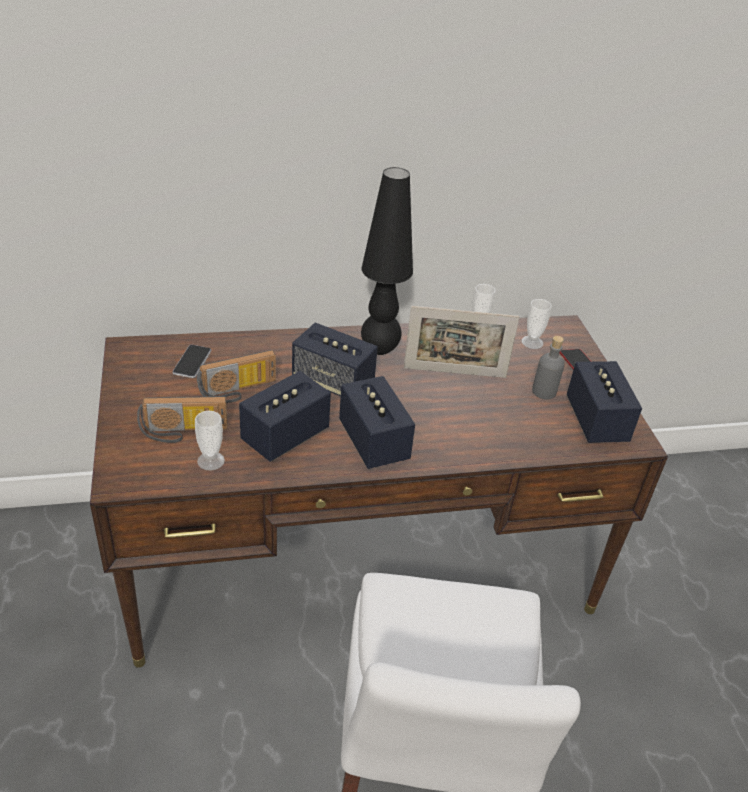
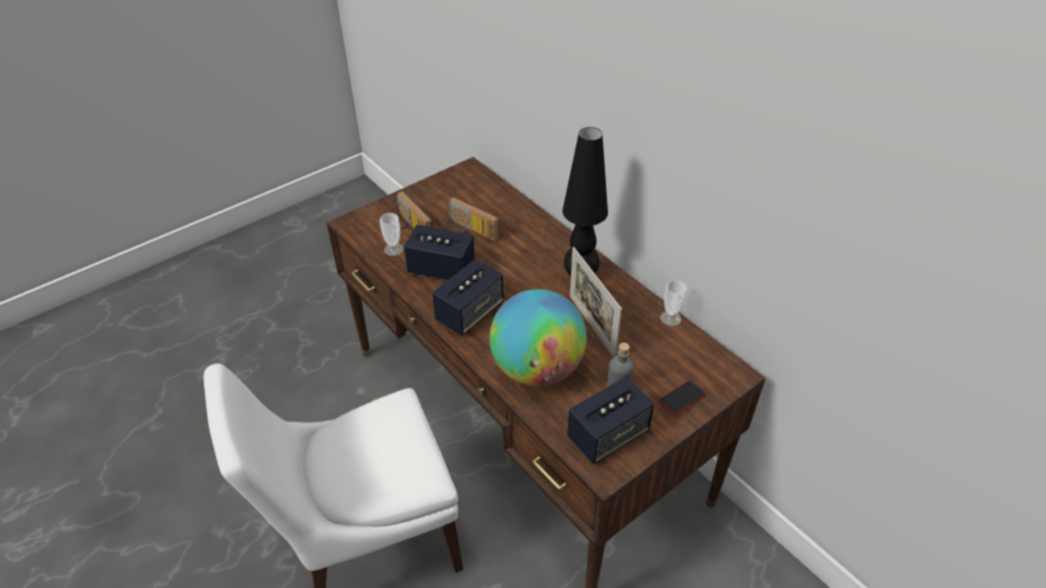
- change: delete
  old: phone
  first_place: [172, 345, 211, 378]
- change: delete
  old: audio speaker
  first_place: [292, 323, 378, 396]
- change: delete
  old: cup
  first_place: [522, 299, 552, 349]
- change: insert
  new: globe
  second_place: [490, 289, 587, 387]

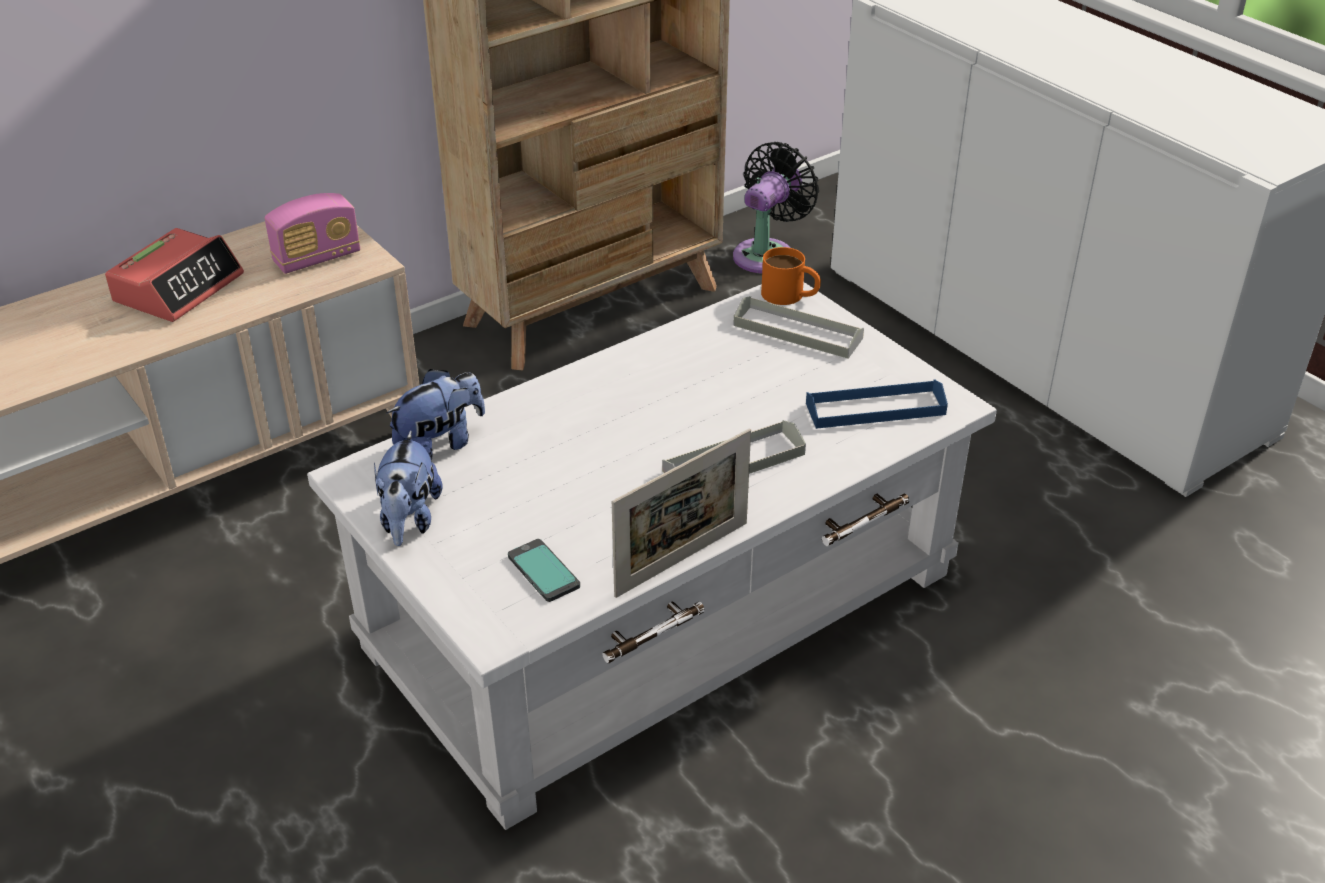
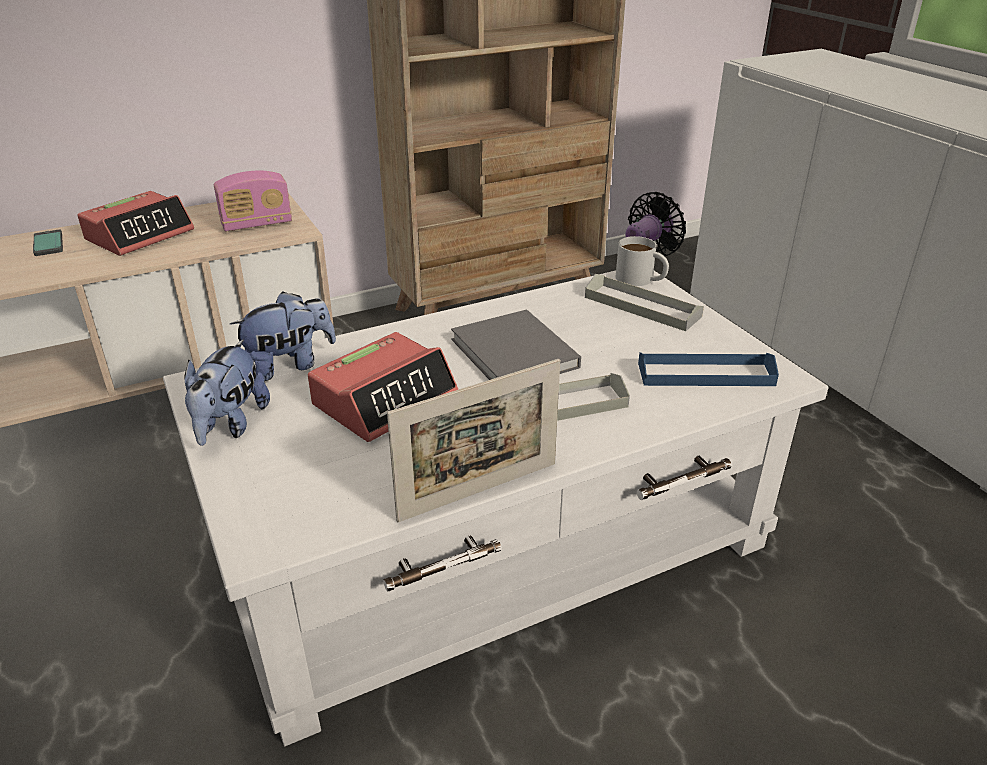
- change: insert
  new: bedside clock
  second_place: [308, 332, 458, 442]
- change: insert
  new: gray bound book
  second_place: [451, 309, 581, 380]
- change: move
  old: phone
  first_place: [508, 539, 580, 602]
  second_place: [33, 230, 63, 256]
- change: recolor
  old: orange coffee mug
  new: white coffee mug
  first_place: [761, 247, 821, 305]
  second_place: [616, 236, 669, 286]

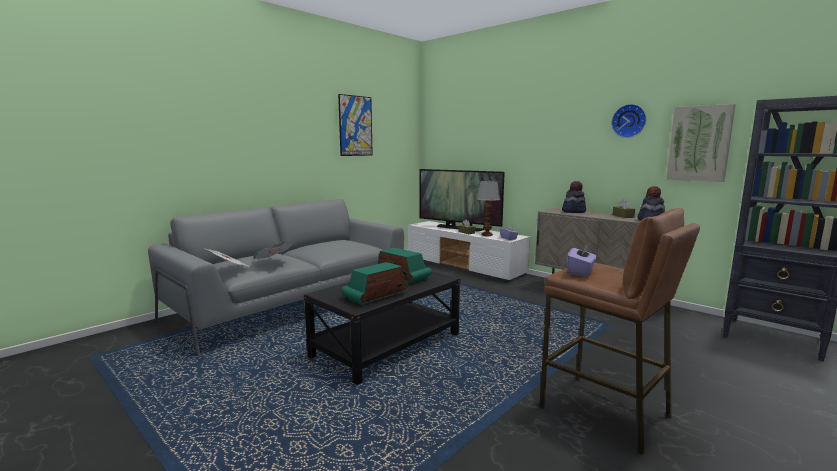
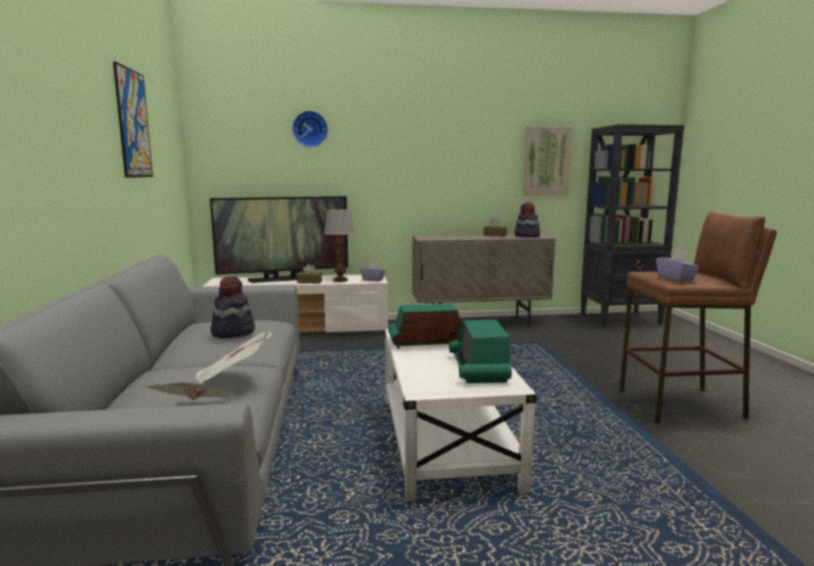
- change: move
  old: clothing hat
  first_place: [562, 181, 586, 213]
  second_place: [211, 276, 255, 338]
- change: move
  old: hanging clock
  first_place: [611, 104, 646, 138]
  second_place: [292, 111, 328, 147]
- change: recolor
  old: black-coloured low table
  new: white low table
  first_place: [304, 271, 460, 385]
  second_place: [384, 329, 537, 501]

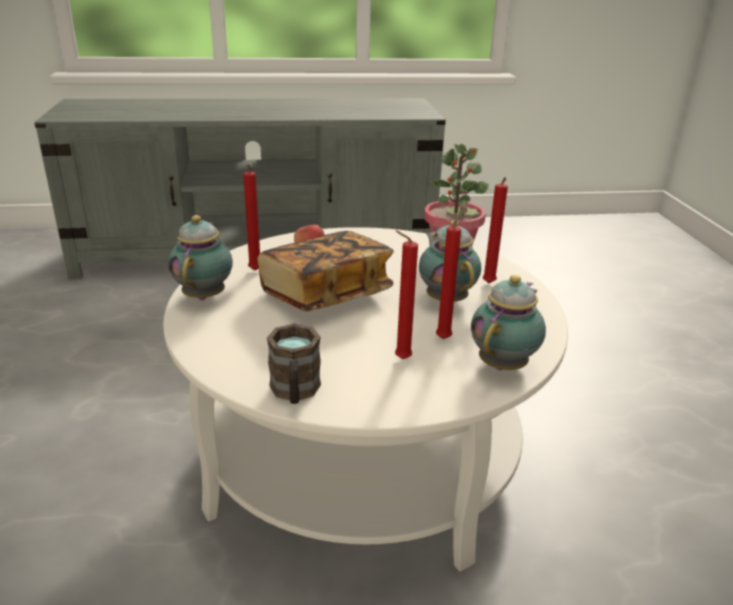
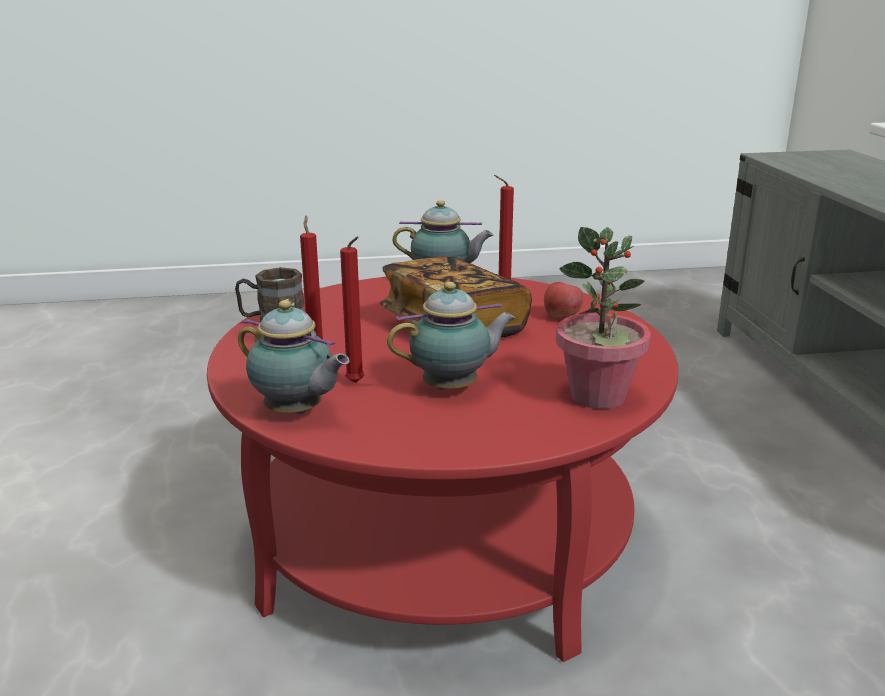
- change: delete
  old: red-coloured candle
  first_place: [482, 177, 508, 283]
- change: recolor
  old: white low table
  new: red-coloured low table
  first_place: [163, 227, 568, 572]
  second_place: [207, 277, 678, 662]

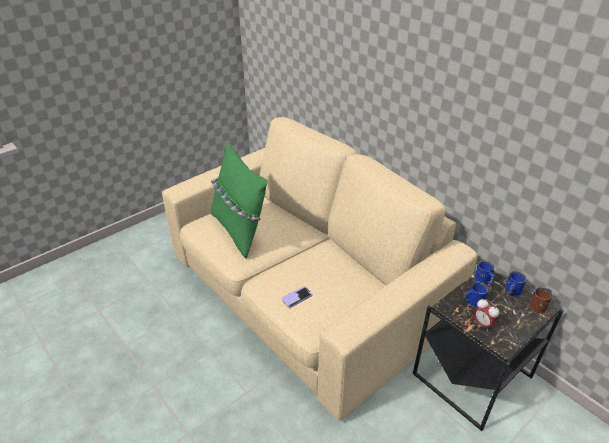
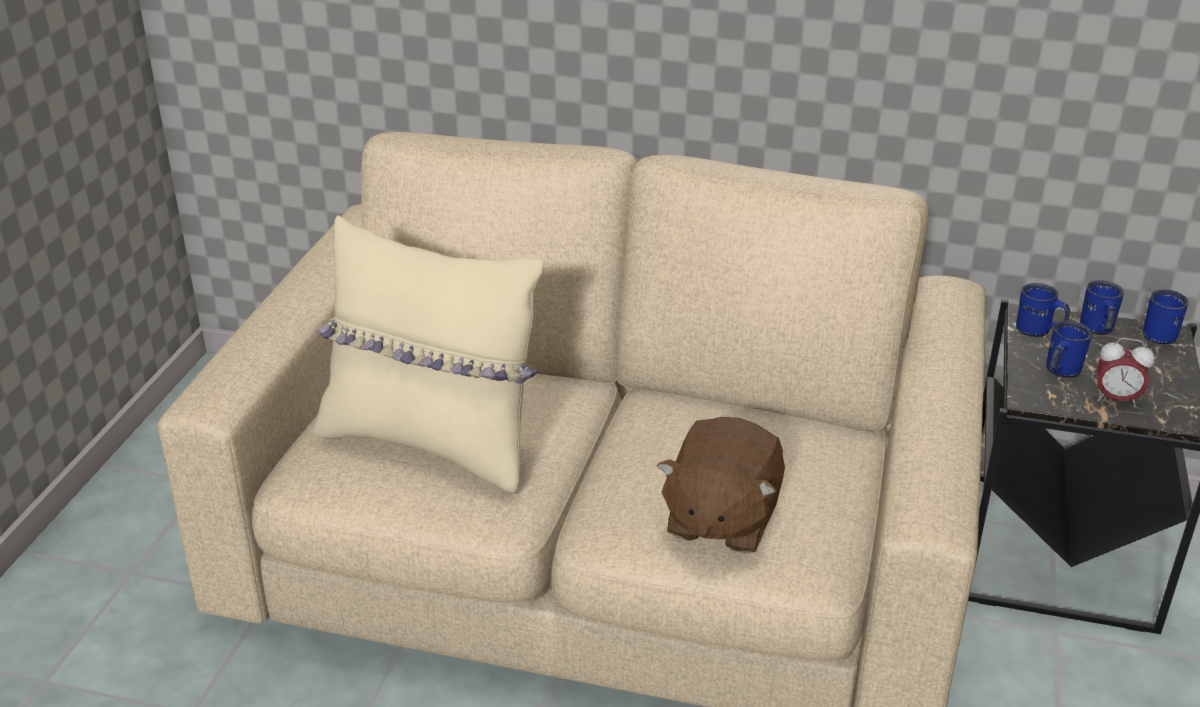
- change: replace
  old: phone
  new: brown-coloured soft toy
  first_place: [282, 286, 312, 308]
  second_place: [657, 417, 785, 554]
- change: recolor
  old: green throw pillow
  new: sand-coloured throw pillow
  first_place: [211, 143, 268, 258]
  second_place: [313, 215, 543, 494]
- change: recolor
  old: brown-coloured coffee mug
  new: blue coffee mug
  first_place: [530, 287, 552, 313]
  second_place: [1143, 290, 1189, 345]

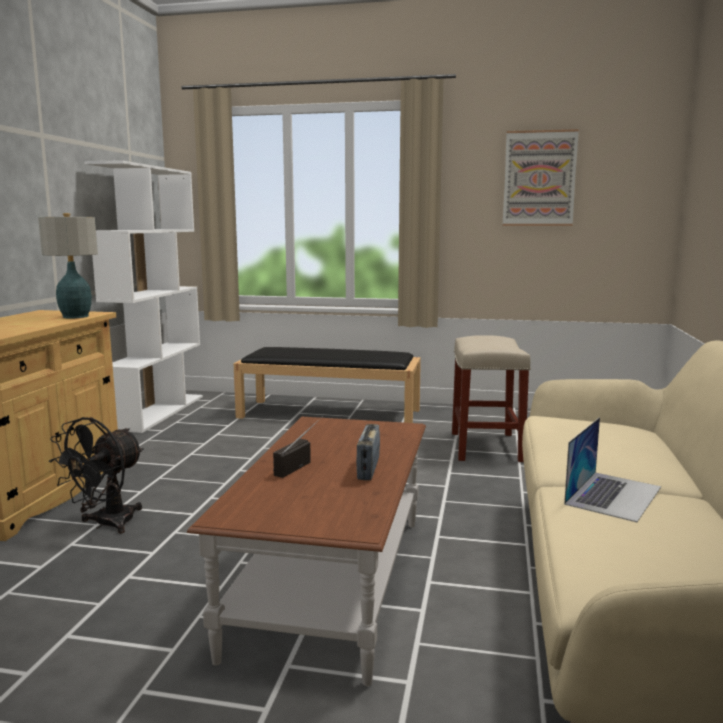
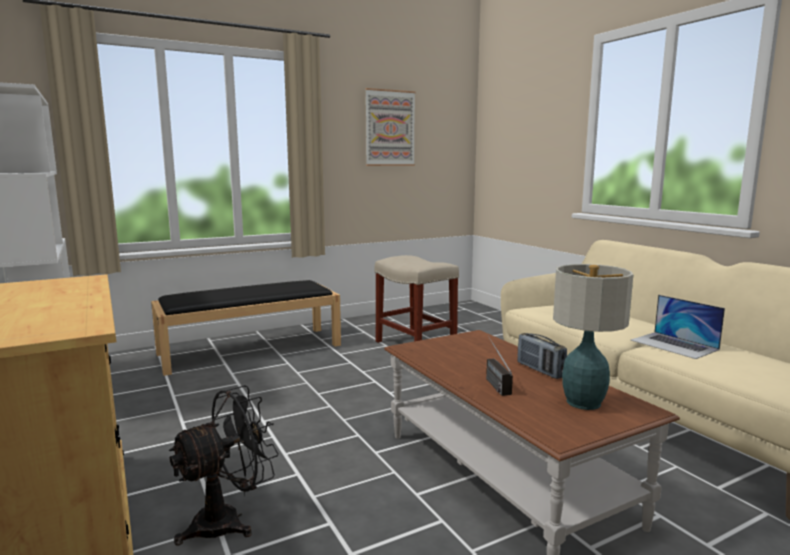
- change: move
  old: table lamp
  first_place: [38, 213, 98, 319]
  second_place: [553, 264, 633, 410]
- change: rotate
  old: black-coloured electric fan
  first_place: [49, 417, 144, 534]
  second_place: [169, 385, 279, 546]
  degrees: -120
- change: rotate
  old: laptop
  first_place: [564, 417, 661, 522]
  second_place: [631, 295, 725, 359]
  degrees: 150

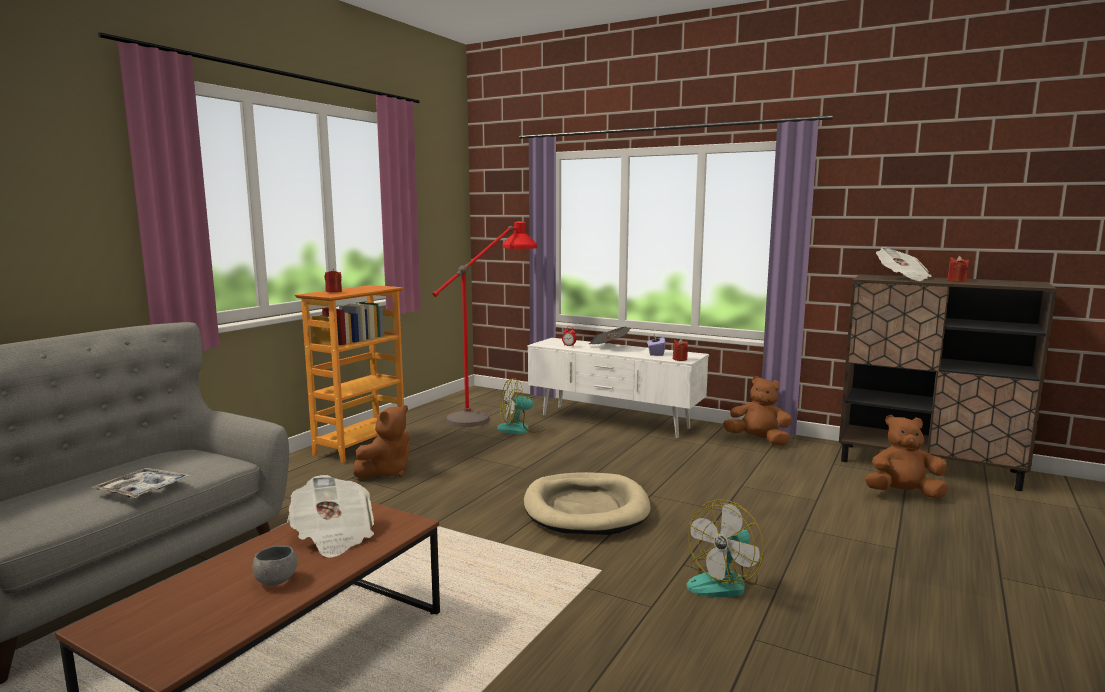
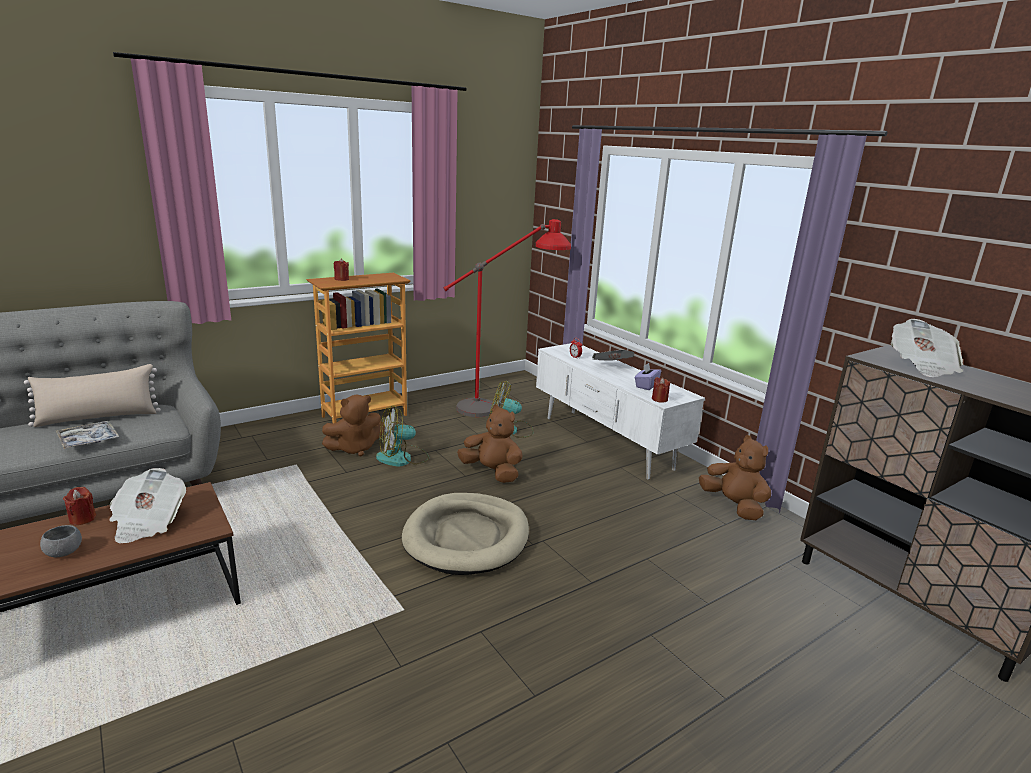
- change: insert
  new: sand-coloured throw pillow
  second_place: [24, 364, 161, 427]
- change: move
  old: electric fan
  first_place: [687, 499, 764, 597]
  second_place: [376, 405, 429, 467]
- change: move
  old: brown-coloured soft toy
  first_place: [865, 415, 948, 499]
  second_place: [457, 404, 522, 483]
- change: move
  old: red-coloured candle
  first_place: [947, 256, 969, 282]
  second_place: [63, 487, 96, 525]

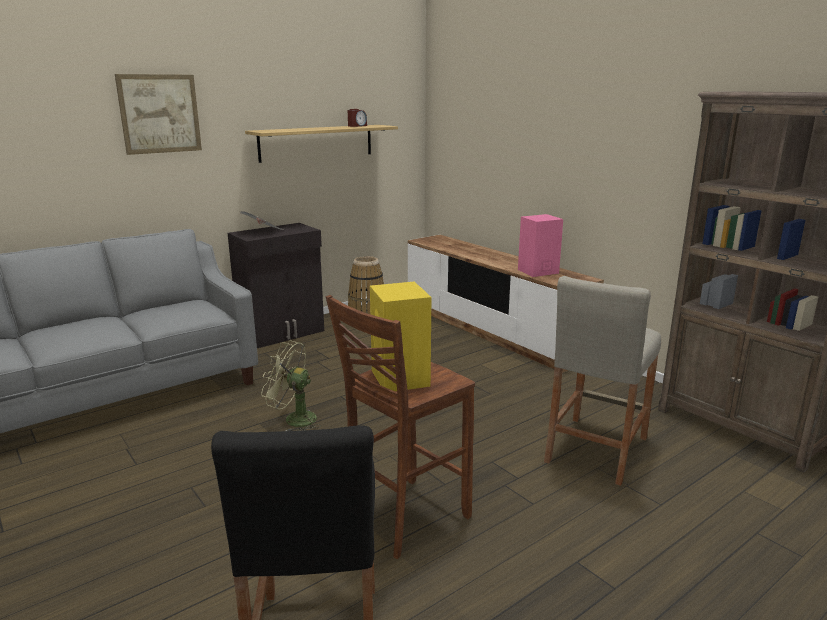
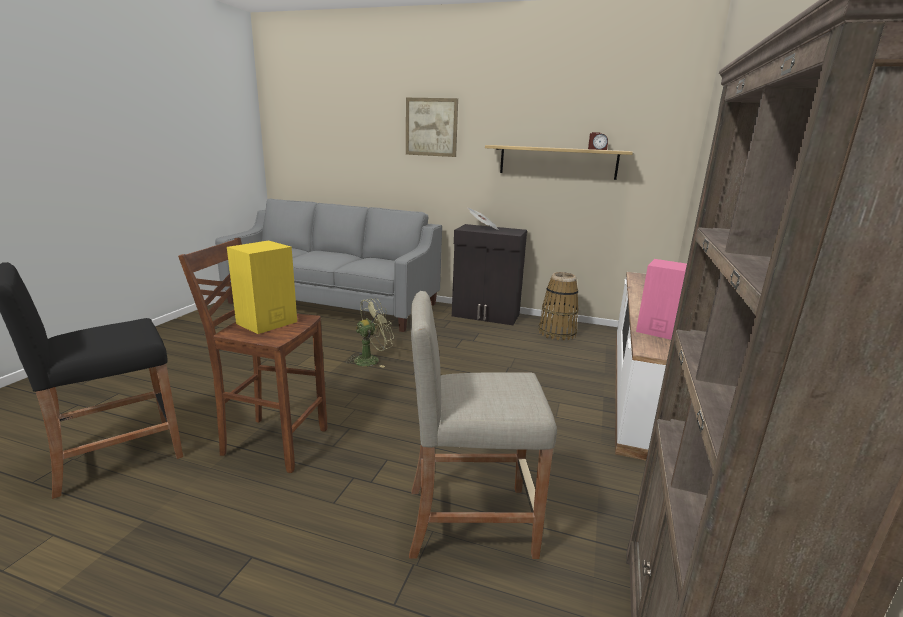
- change: rotate
  old: green electric fan
  first_place: [261, 340, 321, 431]
  second_place: [346, 298, 394, 368]
  degrees: 75

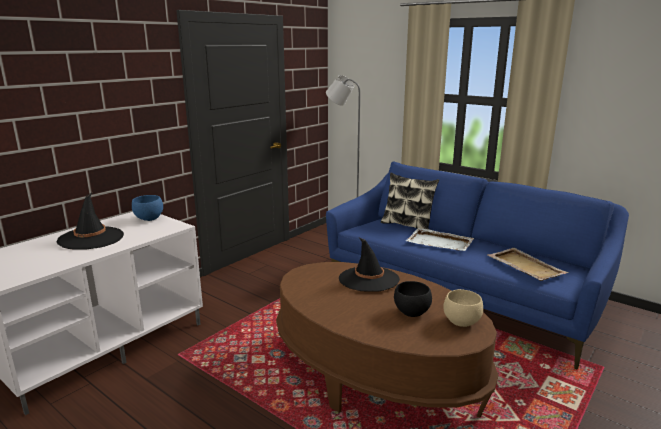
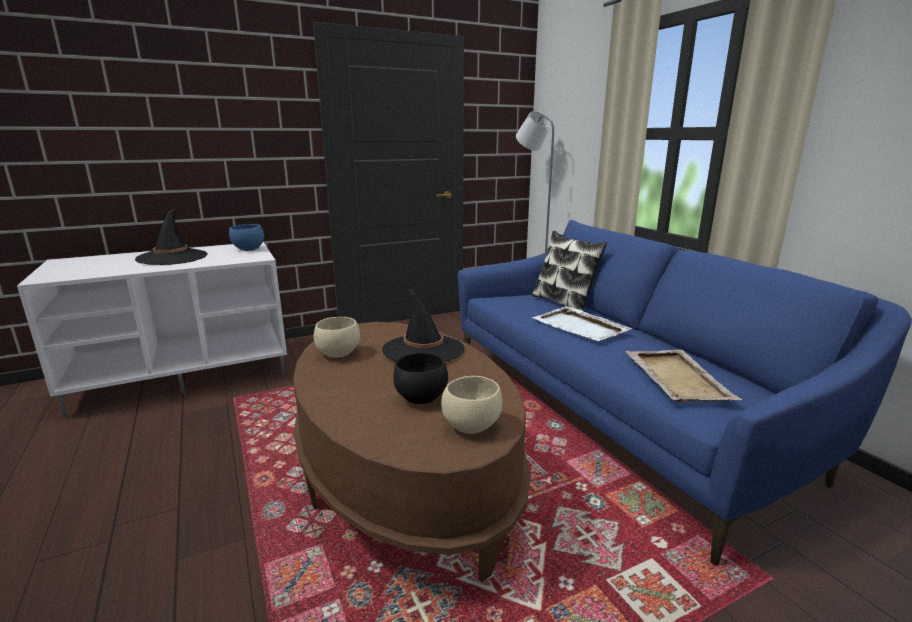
- change: insert
  new: sand-coloured bowl
  second_place: [314, 317, 360, 358]

